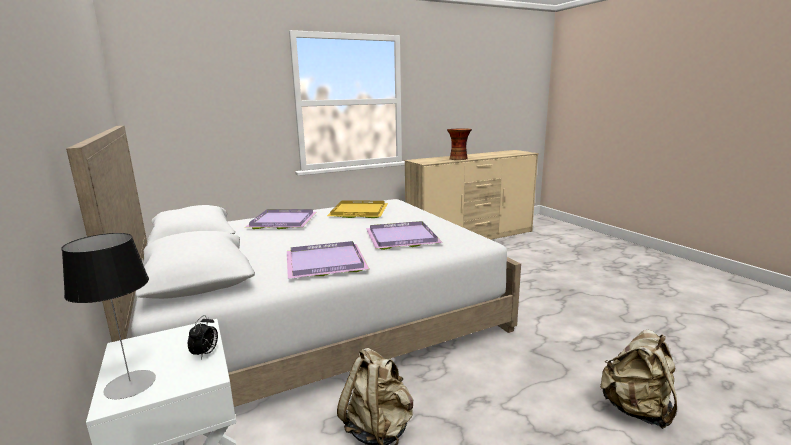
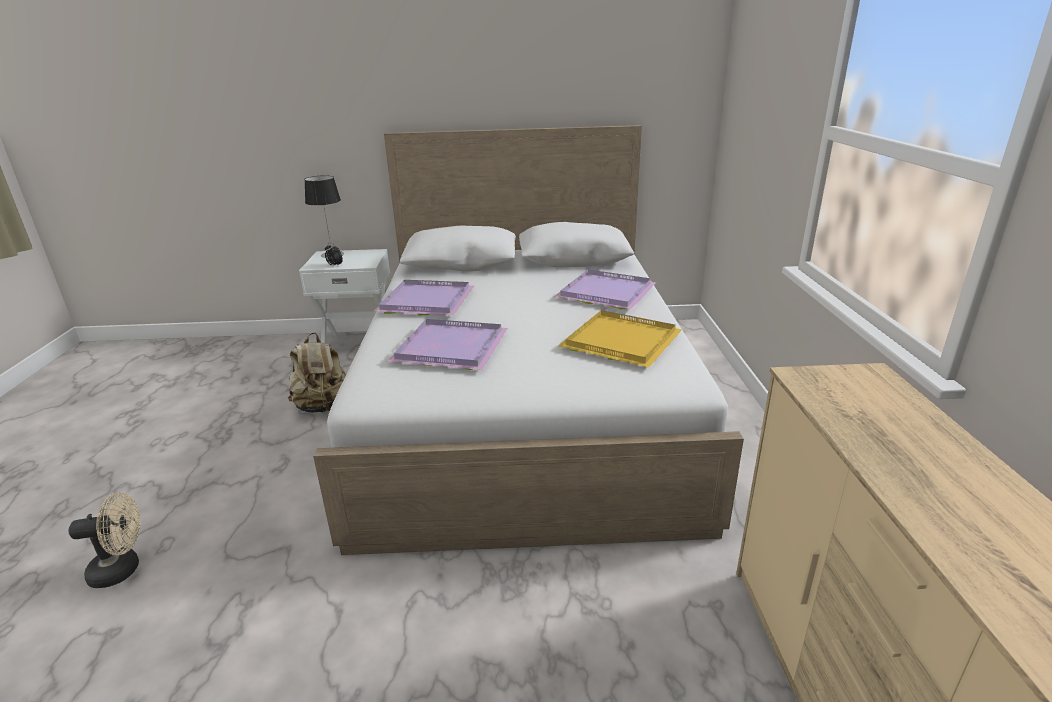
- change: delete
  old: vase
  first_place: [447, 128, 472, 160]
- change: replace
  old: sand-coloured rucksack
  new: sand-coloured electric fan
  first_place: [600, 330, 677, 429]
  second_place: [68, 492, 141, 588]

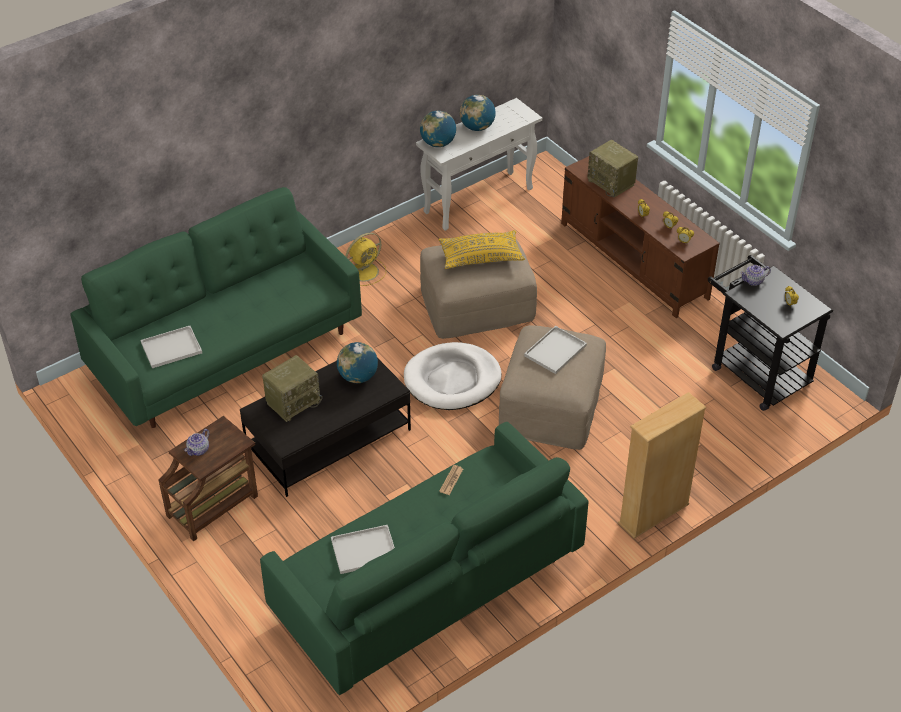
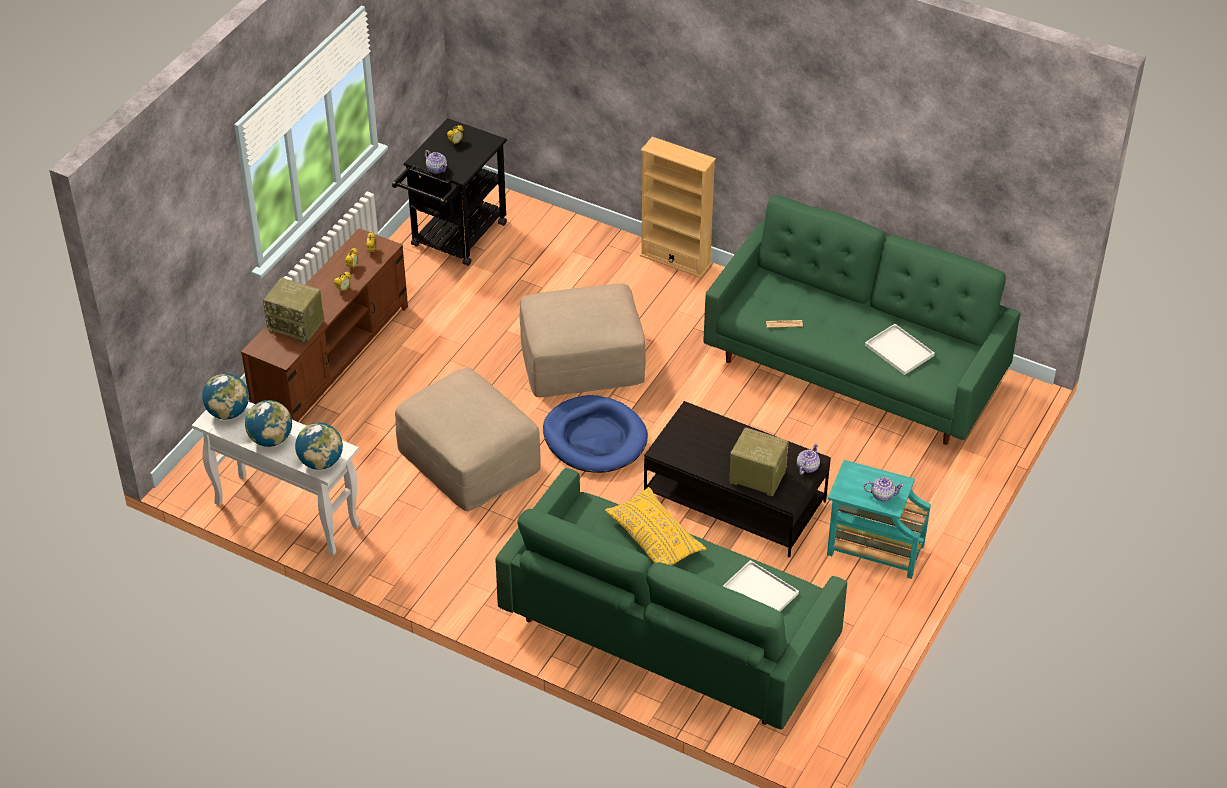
- change: delete
  old: yellowish electric fan
  first_place: [345, 233, 386, 286]
- change: delete
  old: white carrying tray
  first_place: [524, 326, 587, 374]
- change: insert
  new: tea pot
  second_place: [797, 444, 820, 475]
- change: move
  old: globe
  first_place: [337, 342, 378, 383]
  second_place: [202, 373, 249, 420]
- change: move
  old: yellowish throw pillow
  first_place: [439, 230, 525, 269]
  second_place: [605, 487, 706, 565]
- change: recolor
  old: brown-coloured end table
  new: turquoise-coloured end table
  first_place: [158, 416, 258, 541]
  second_place: [827, 460, 931, 579]
- change: recolor
  old: white pet bed
  new: blue pet bed
  first_place: [404, 342, 502, 410]
  second_place: [543, 395, 648, 473]
- change: rotate
  old: radio
  first_place: [587, 140, 638, 197]
  second_place: [263, 278, 324, 343]
  degrees: 90

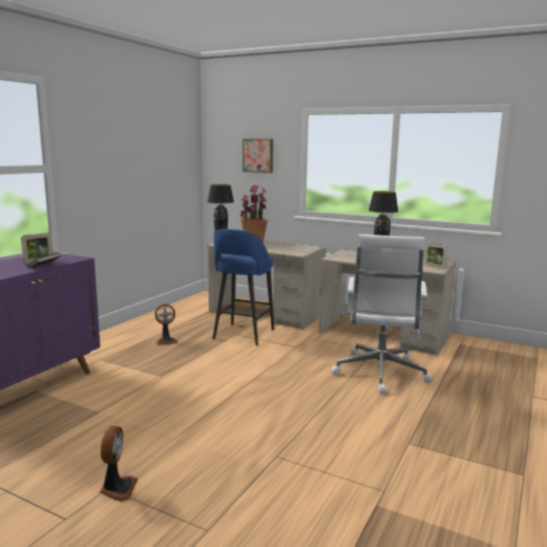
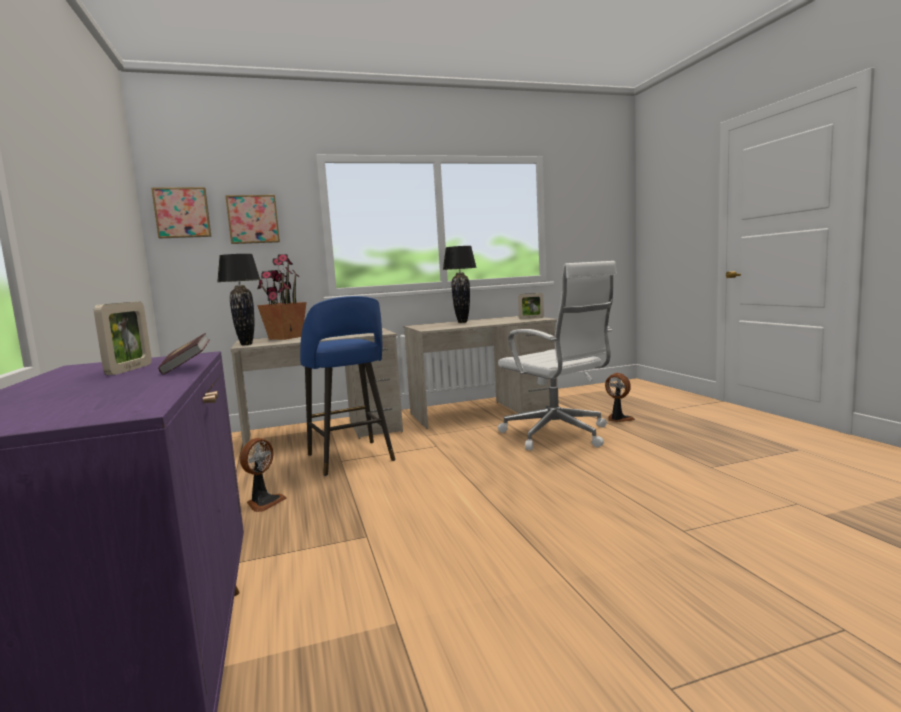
- change: insert
  new: wall picture
  second_place: [151, 187, 211, 238]
- change: move
  old: electric fan
  first_place: [100, 426, 138, 502]
  second_place: [605, 373, 635, 422]

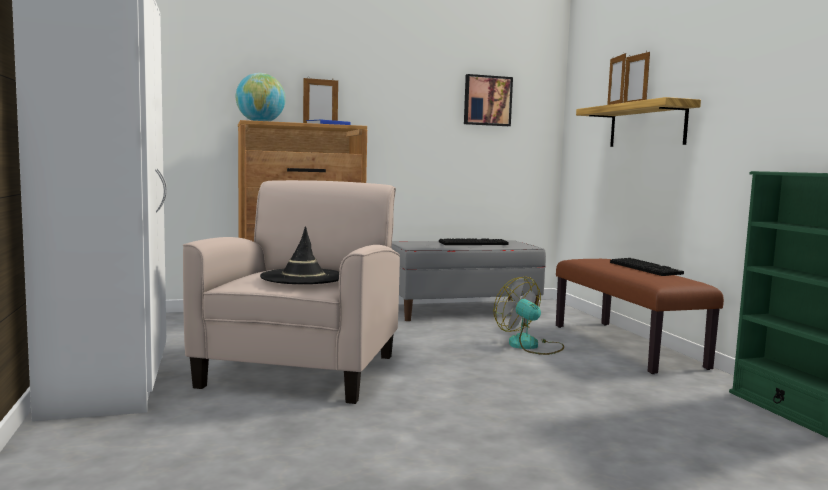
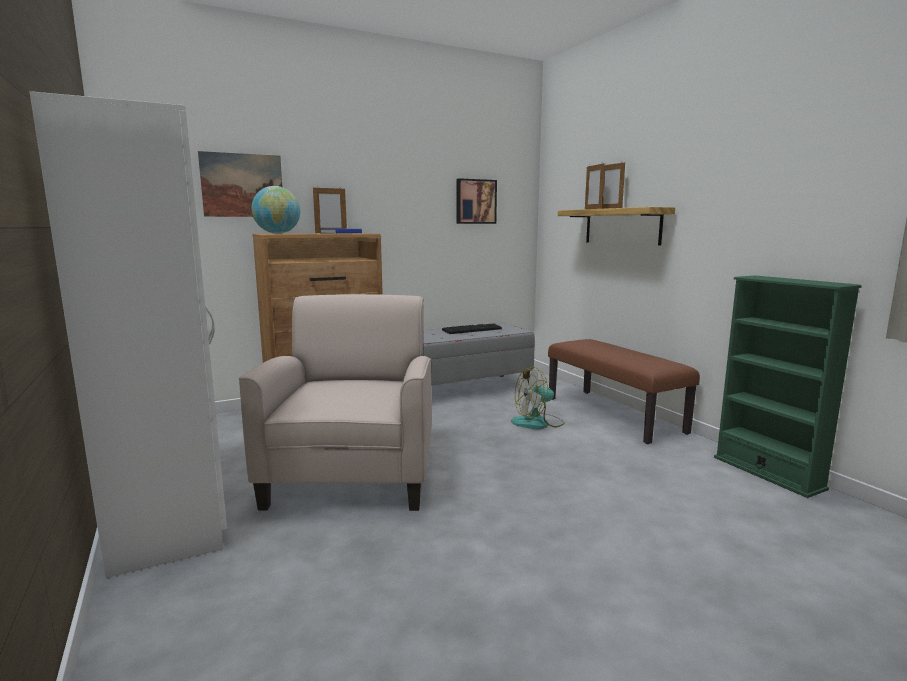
- change: delete
  old: black-coloured clothing hat
  first_place: [260, 226, 339, 284]
- change: delete
  old: keyboard
  first_place: [610, 258, 684, 276]
- change: insert
  new: wall picture
  second_place: [198, 151, 282, 217]
- change: rotate
  old: electric fan
  first_place: [494, 277, 564, 355]
  second_place: [511, 367, 565, 429]
  degrees: -60

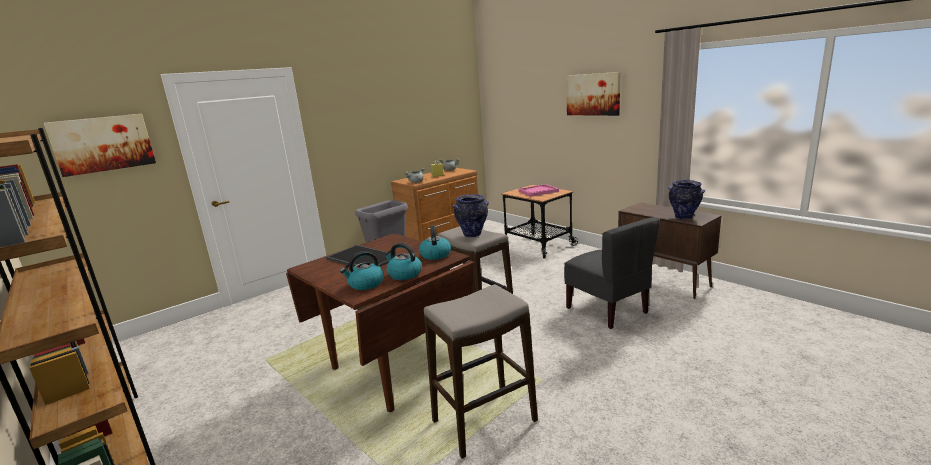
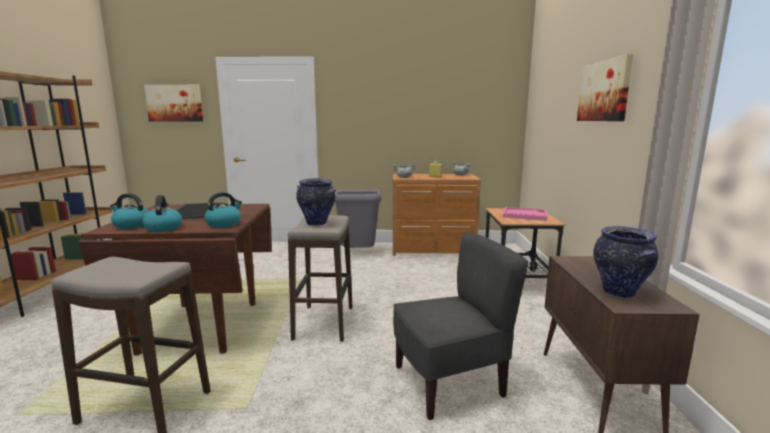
- change: rotate
  old: gray upright chair
  first_place: [564, 217, 660, 329]
  second_place: [393, 232, 529, 420]
  degrees: -120

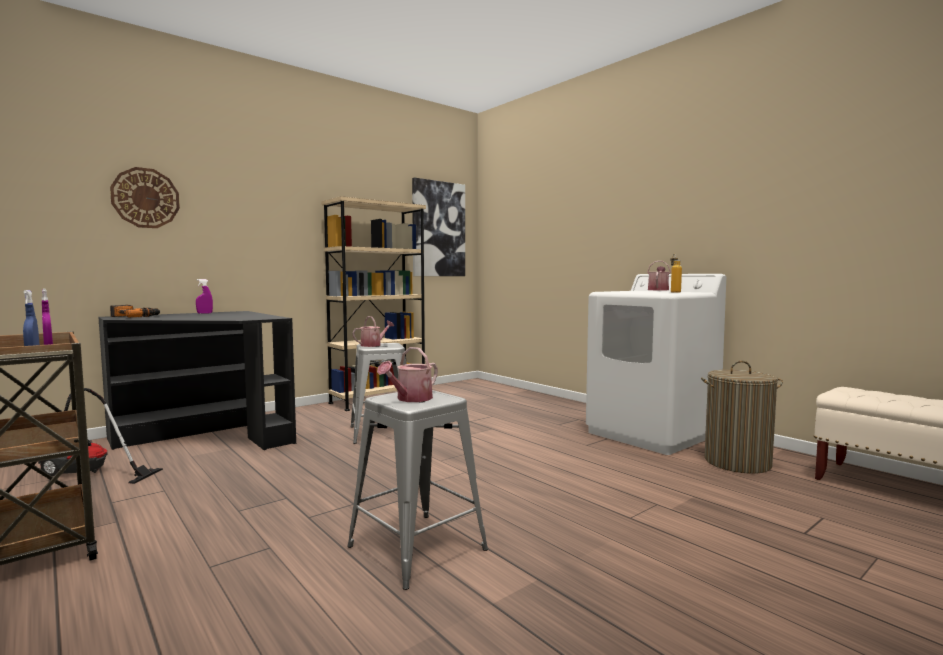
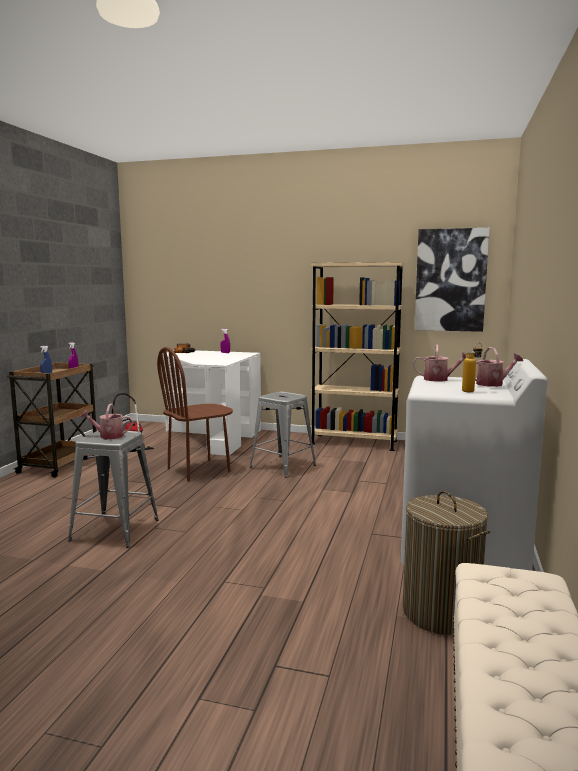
- change: delete
  old: hanging clock
  first_place: [110, 167, 180, 228]
- change: insert
  new: brown-coloured upright chair
  second_place: [157, 347, 233, 482]
- change: move
  old: watering can
  first_place: [352, 316, 394, 347]
  second_place: [413, 345, 466, 382]
- change: recolor
  old: black-coloured desk unit
  new: white desk unit
  first_place: [98, 311, 296, 450]
  second_place: [162, 350, 261, 456]

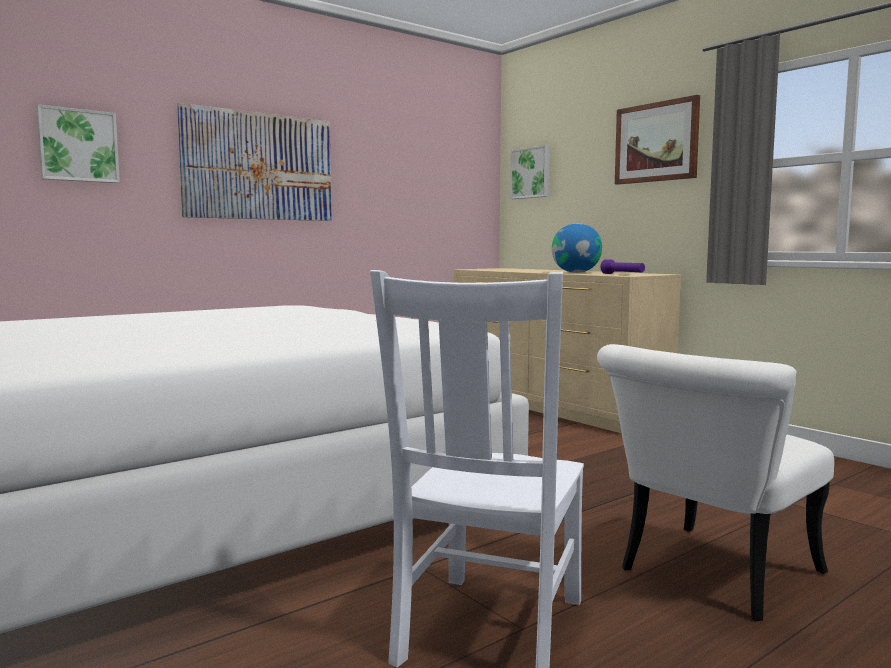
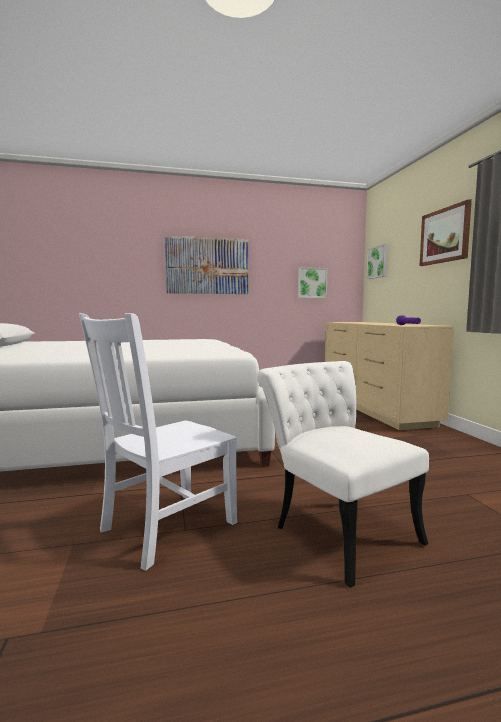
- change: delete
  old: globe
  first_place: [552, 224, 602, 273]
- change: move
  old: wall picture
  first_place: [36, 105, 120, 183]
  second_place: [298, 267, 327, 298]
- change: rotate
  old: white upright chair
  first_place: [597, 344, 834, 621]
  second_place: [257, 361, 429, 587]
  degrees: 75

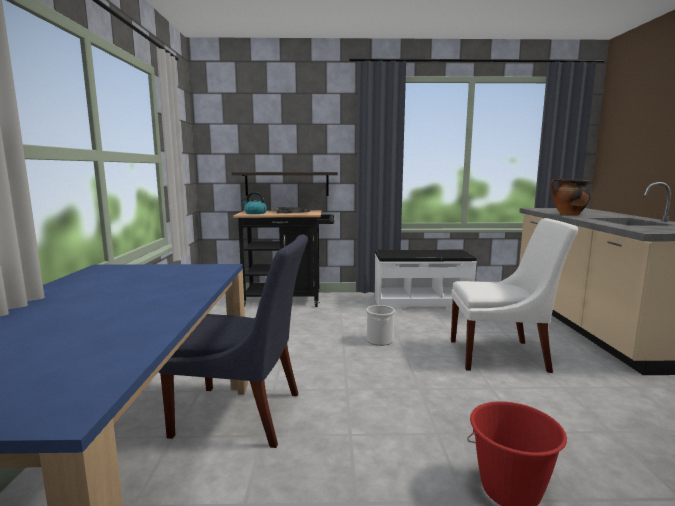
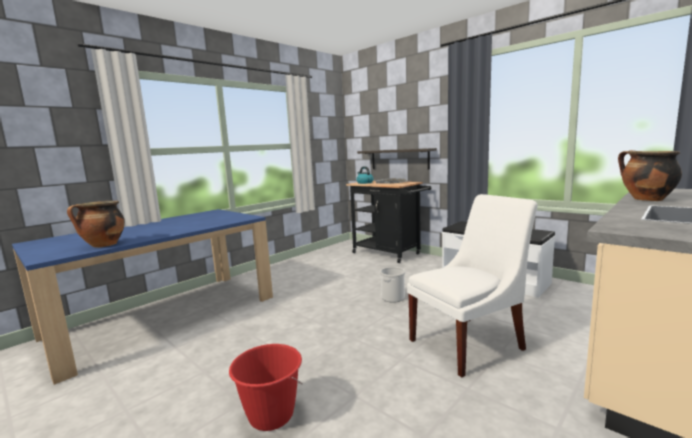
- change: delete
  old: blue upright chair
  first_place: [158, 235, 308, 448]
- change: insert
  new: saucepot
  second_place: [67, 201, 125, 248]
- change: rotate
  old: white upright chair
  first_place: [451, 218, 578, 373]
  second_place: [407, 194, 538, 377]
  degrees: -75

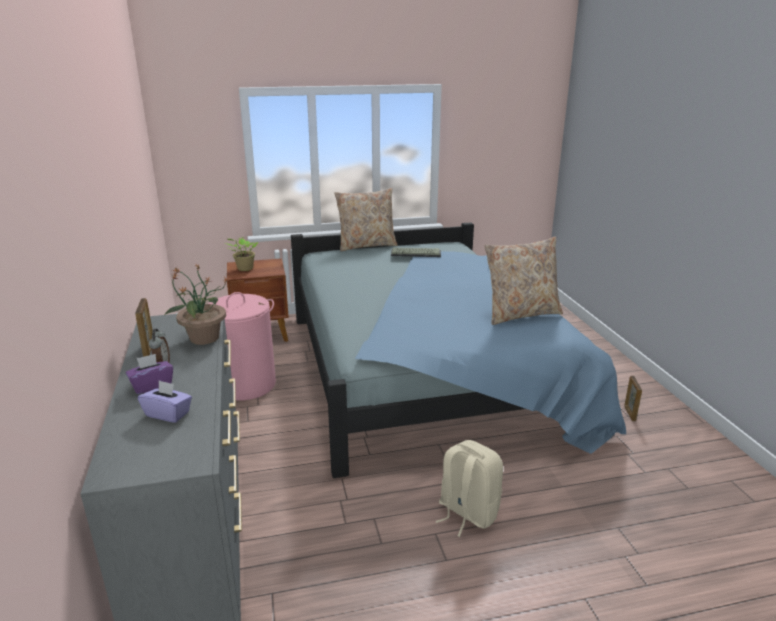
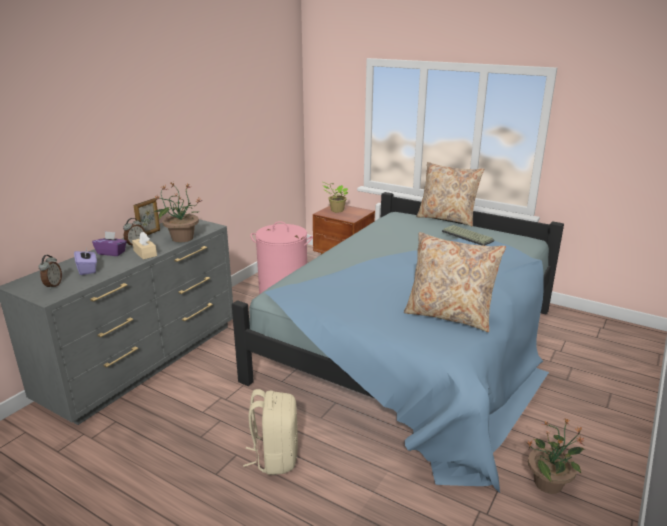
- change: insert
  new: bedside clock
  second_place: [39, 255, 62, 289]
- change: insert
  new: sand-coloured tissue holder
  second_place: [132, 232, 157, 259]
- change: replace
  old: photo frame
  new: houseplant
  first_place: [624, 376, 642, 421]
  second_place: [526, 417, 585, 494]

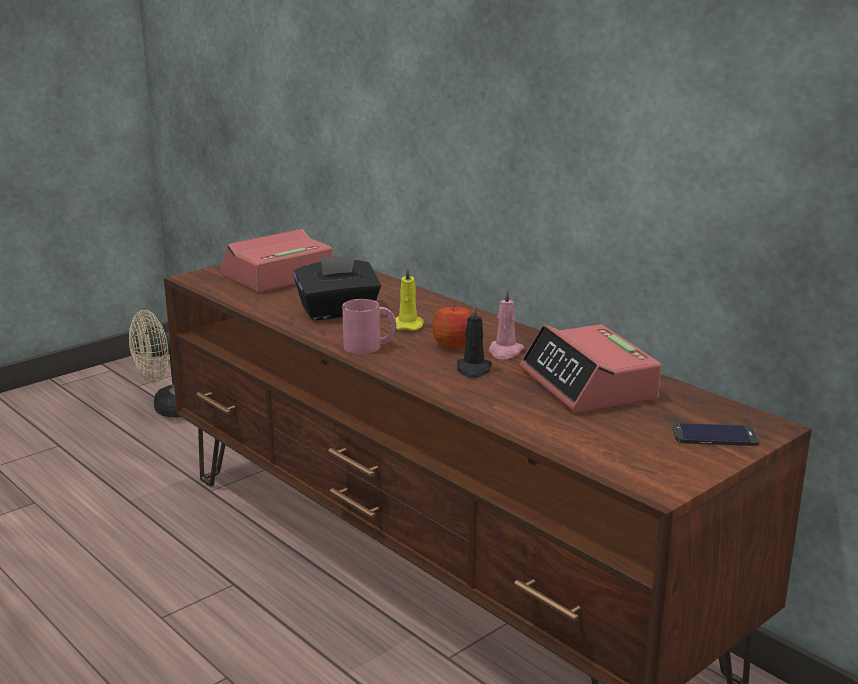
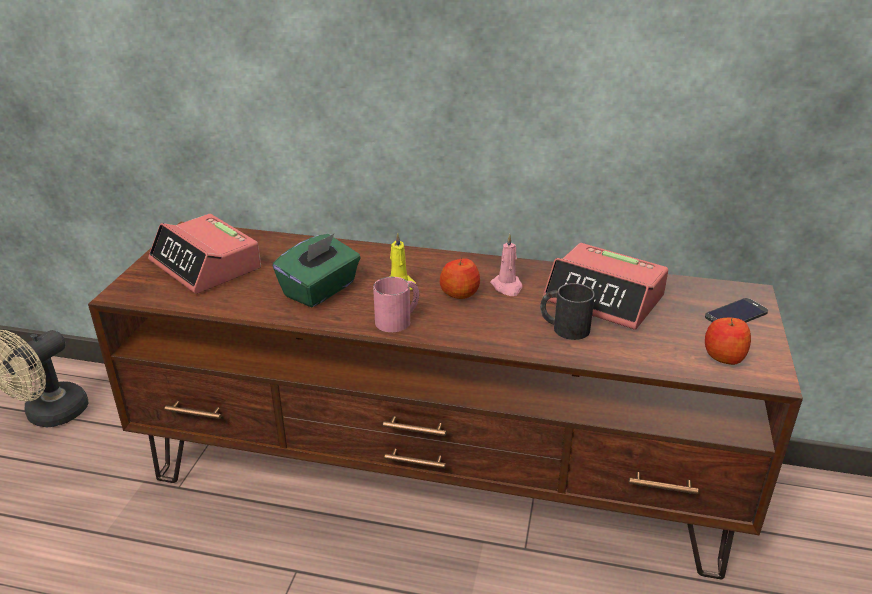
- change: delete
  old: black-coloured candle
  first_place: [457, 304, 492, 378]
- change: insert
  new: black-coloured coffee mug
  second_place: [540, 283, 595, 340]
- change: insert
  new: whole apple
  second_place: [705, 318, 751, 365]
- change: recolor
  old: black-coloured tissue holder
  new: green tissue holder
  first_place: [293, 255, 381, 320]
  second_place: [273, 234, 361, 308]
- change: rotate
  old: bedside clock
  first_place: [221, 229, 333, 292]
  second_place: [148, 214, 261, 294]
  degrees: -60

